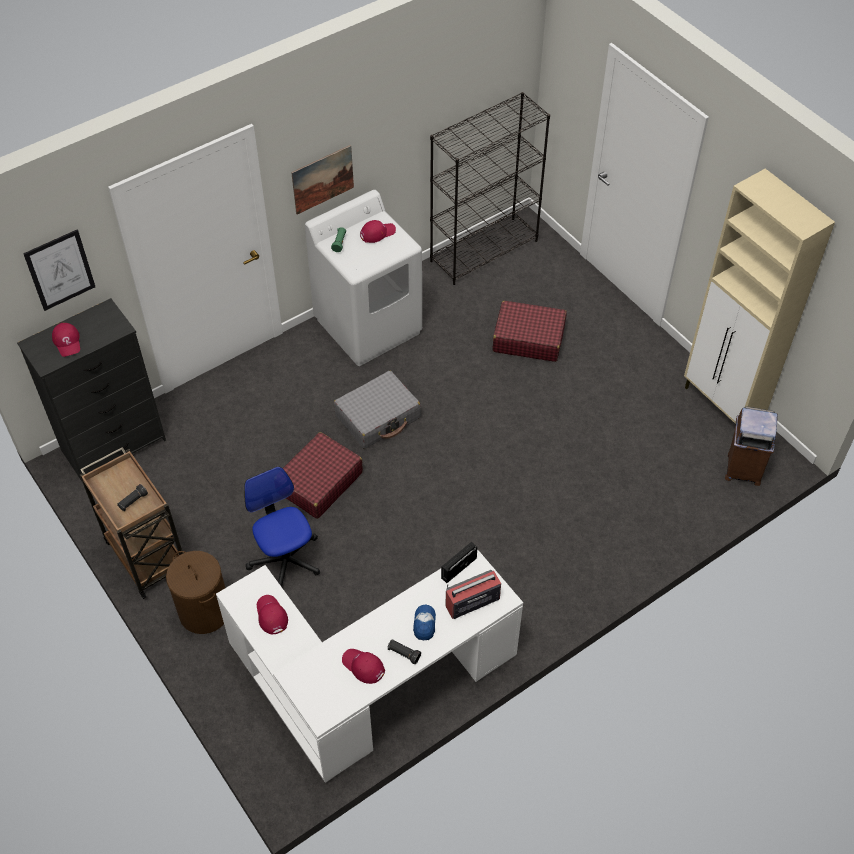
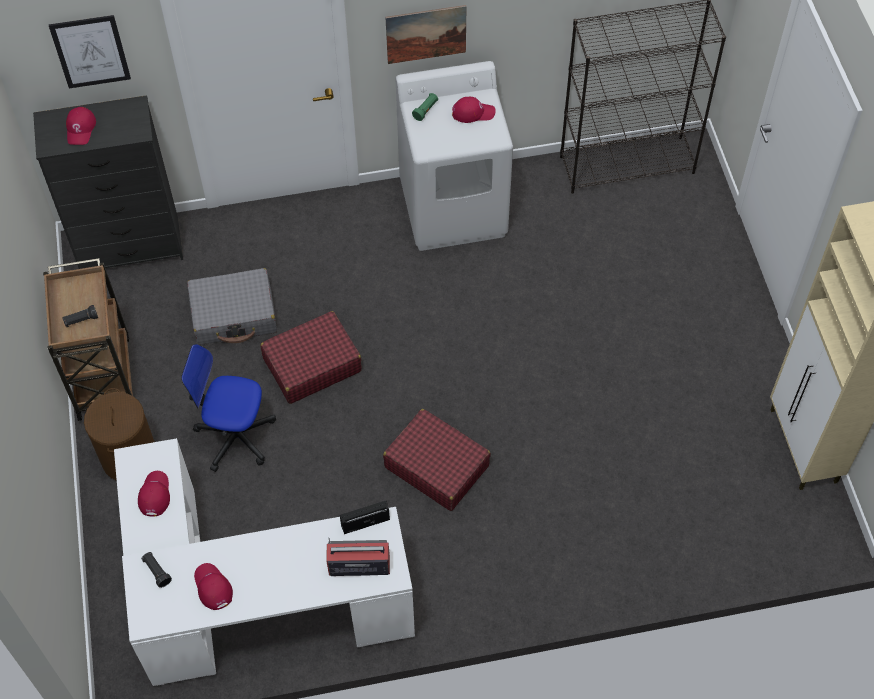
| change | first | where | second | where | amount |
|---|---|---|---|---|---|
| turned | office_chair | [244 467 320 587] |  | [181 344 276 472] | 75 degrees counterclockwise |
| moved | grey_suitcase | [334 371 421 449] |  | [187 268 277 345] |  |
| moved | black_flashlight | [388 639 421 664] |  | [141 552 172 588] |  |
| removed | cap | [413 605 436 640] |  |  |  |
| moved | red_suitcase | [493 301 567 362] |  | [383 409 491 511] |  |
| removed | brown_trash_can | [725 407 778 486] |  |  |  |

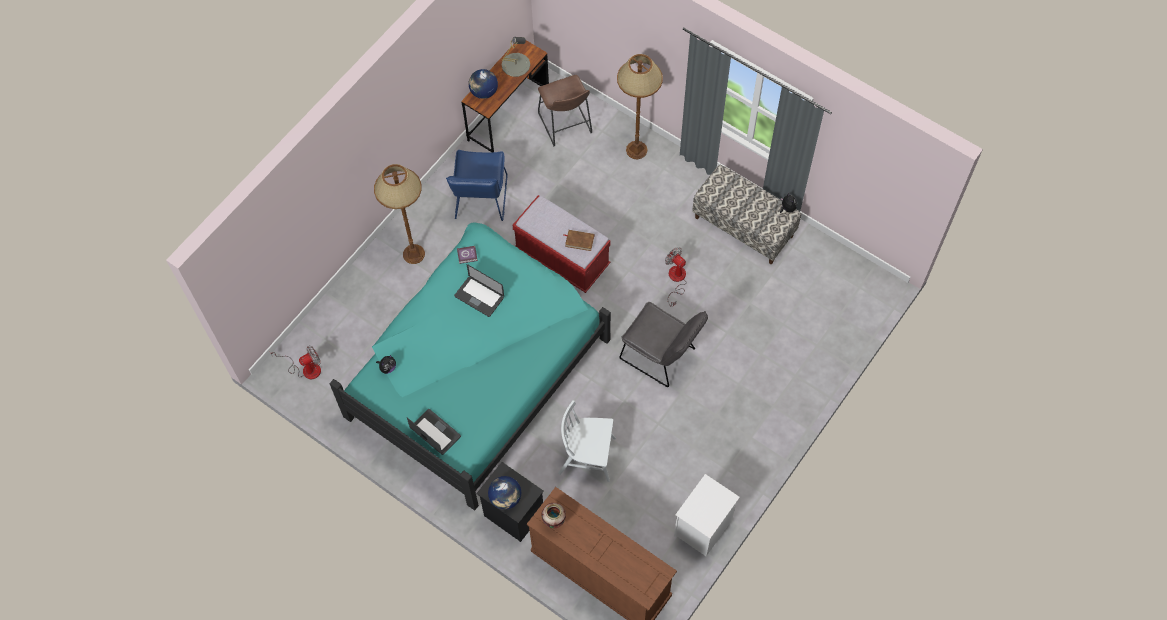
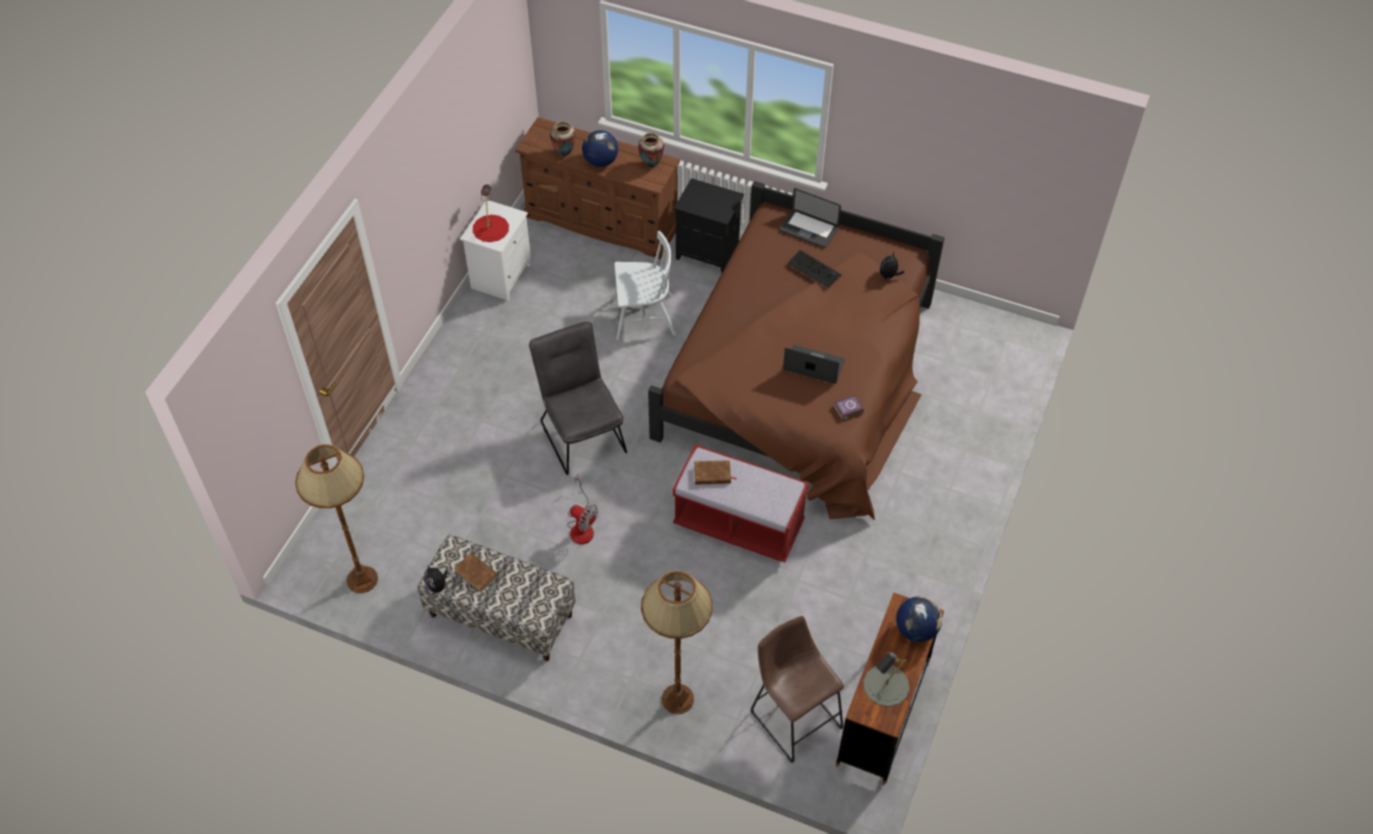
| change | first | where | second | where | amount |
|---|---|---|---|---|---|
| removed | fan | [270 346 321 379] |  |  |  |
| recoloured | turquoise_bed | [329 222 611 510] | brown_bed | [648 181 945 520] |  |
| moved | brown_floor_lamp | [374 164 425 264] |  | [295 444 378 593] |  |
| removed | blue_chair | [446 150 508 221] |  |  |  |
| moved | globe | [488 476 521 510] |  | [582 130 618 167] |  |
| turned | grey_chair | [620 302 708 387] |  | [529 322 627 475] | 45 degrees clockwise |
| added |  |  | brown_book | [454 553 498 593] |  |
| added |  |  | red_table_lamp | [473 184 509 242] |  |
| added |  |  | vase | [550 121 576 156] |  |
| added |  |  | keyboard | [788 250 842 288] |  |

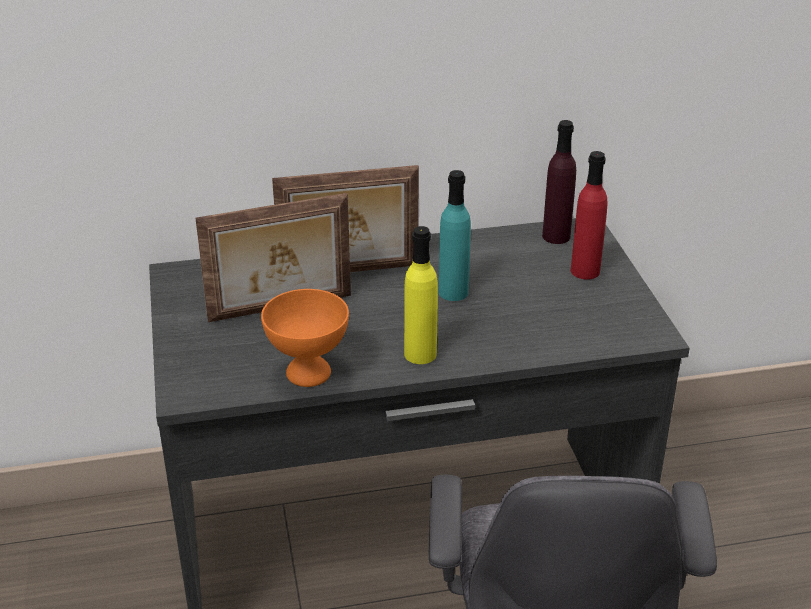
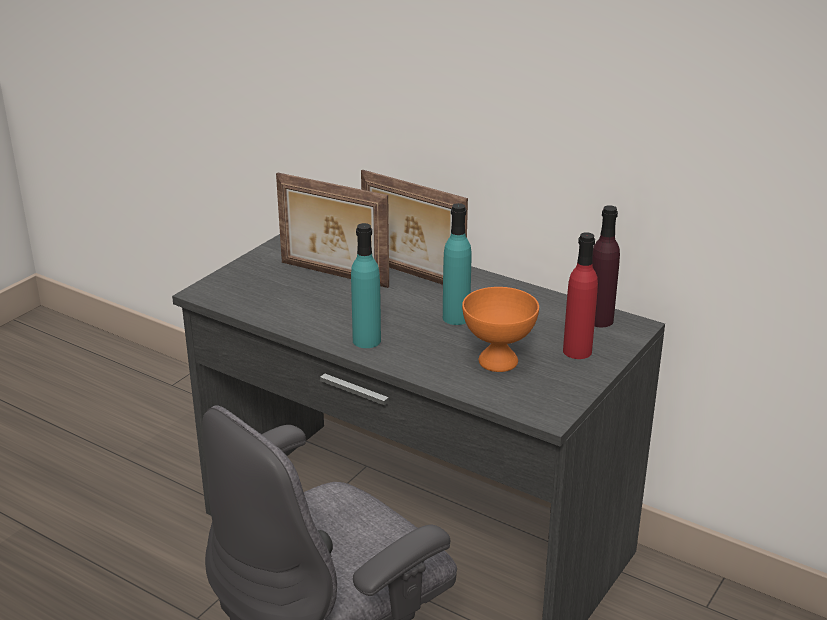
| change | first | where | second | where | amount |
|---|---|---|---|---|---|
| moved | orange_bowl | [261 289 349 387] |  | [462 287 539 372] |  |
| recoloured | yellow_bottle | [404 226 438 364] | turquoise_bottle | [351 223 381 348] |  |

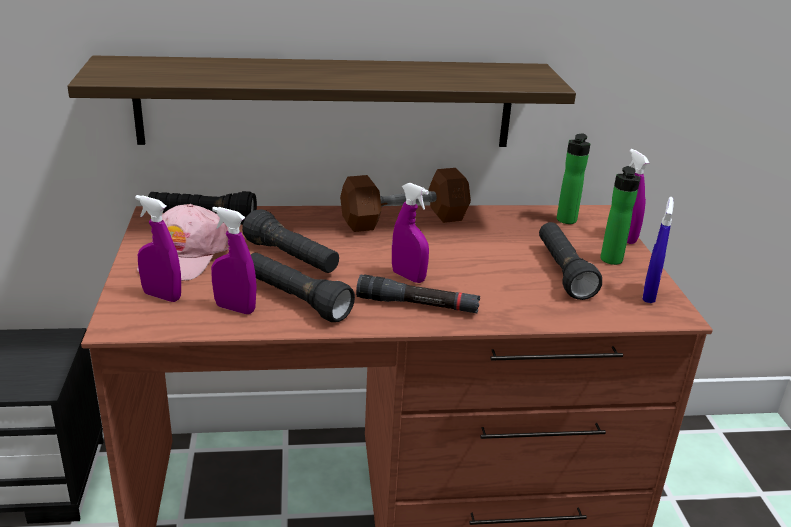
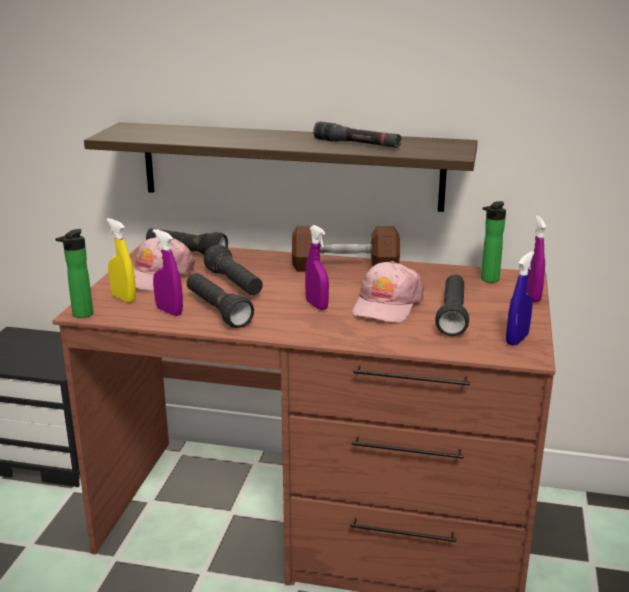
| change | first | where | second | where | amount |
|---|---|---|---|---|---|
| recoloured | purple_spray_bottle | [135 195 181 302] | yellow_spray_bottle | [107 218 136 303] |  |
| moved | black_flashlight | [356 275 480 313] |  | [313 121 402 148] |  |
| moved | bottle | [600 166 640 265] |  | [55 229 93 318] |  |
| added |  |  | pink_cap | [352 261 424 323] |  |

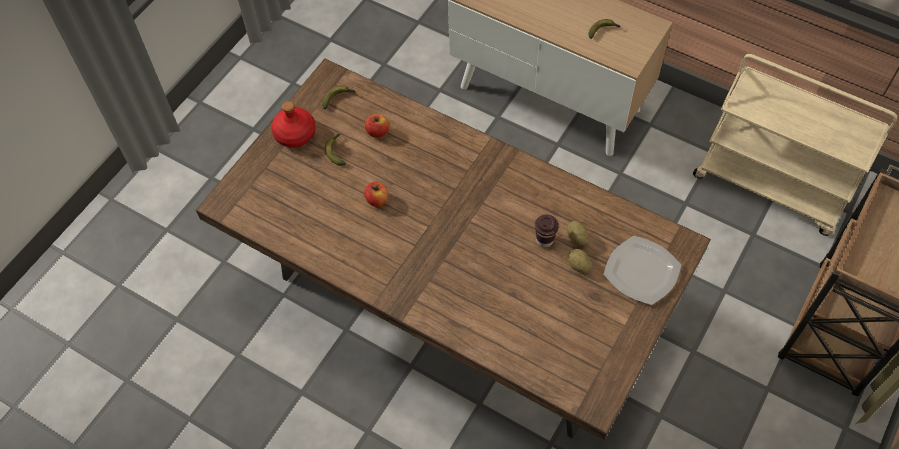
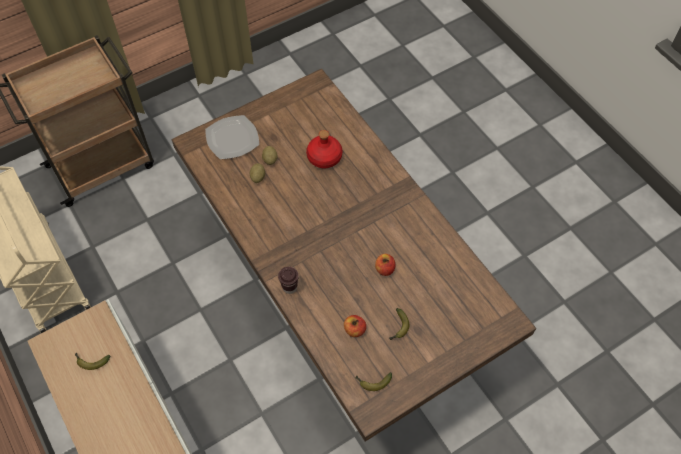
| change | first | where | second | where | amount |
|---|---|---|---|---|---|
| moved | red_bottle | [271 101 316 148] |  | [306 130 342 168] |  |
| moved | brown_cup | [535 215 559 248] |  | [278 267 299 294] |  |

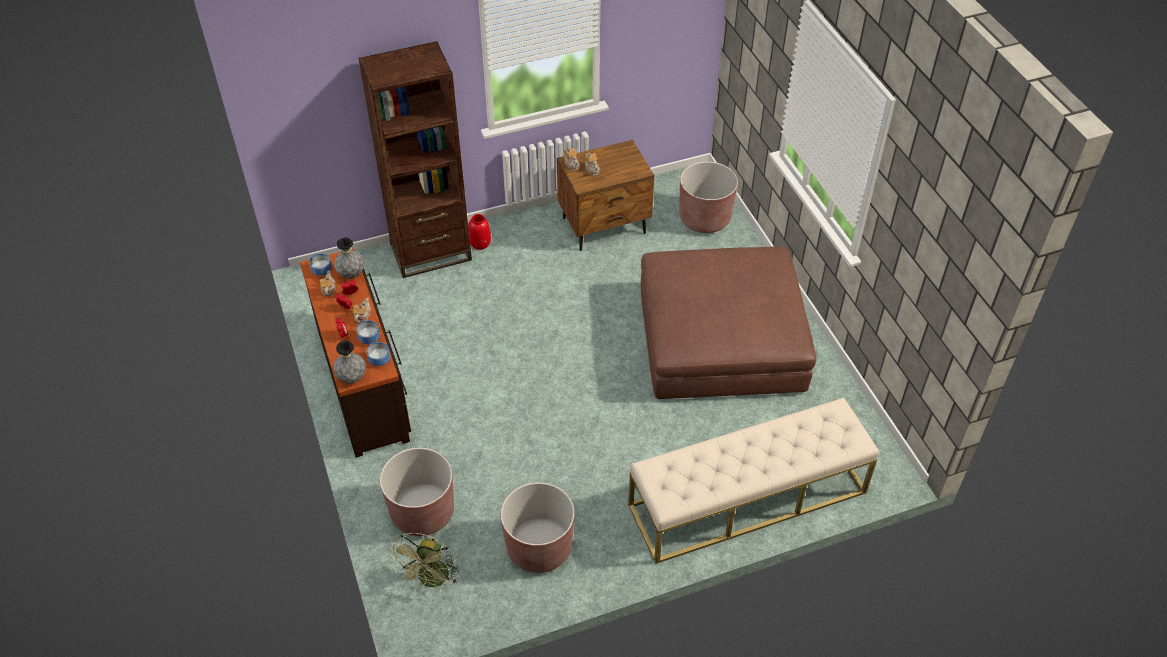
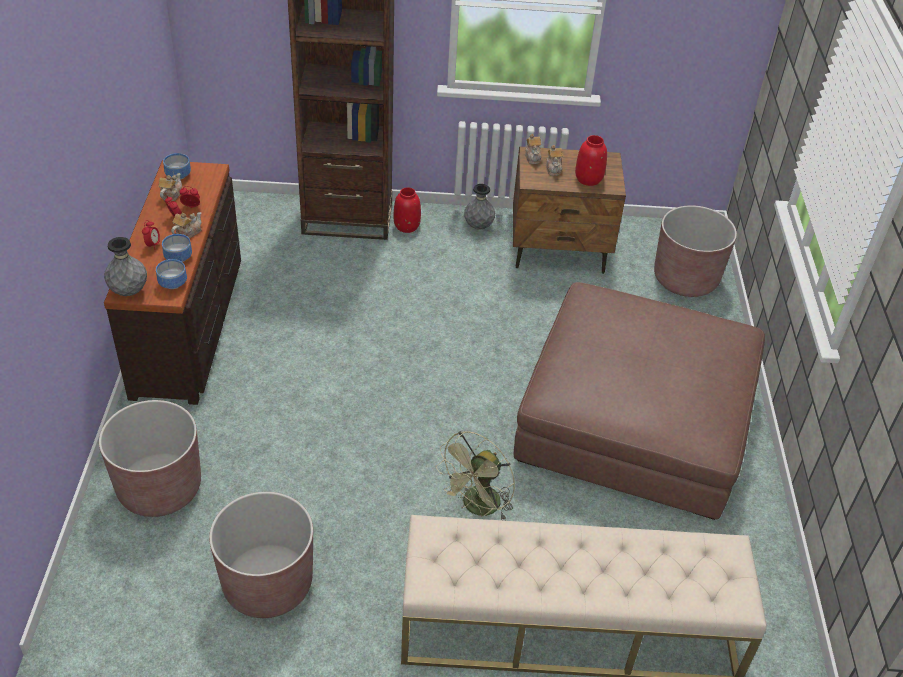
| change | first | where | second | where | amount |
|---|---|---|---|---|---|
| moved | grey_vase | [334 237 364 279] |  | [464 184 495 230] |  |
| moved | green_fan | [390 533 459 590] |  | [436 431 515 521] |  |
| added |  |  | red_vase | [575 135 607 186] |  |

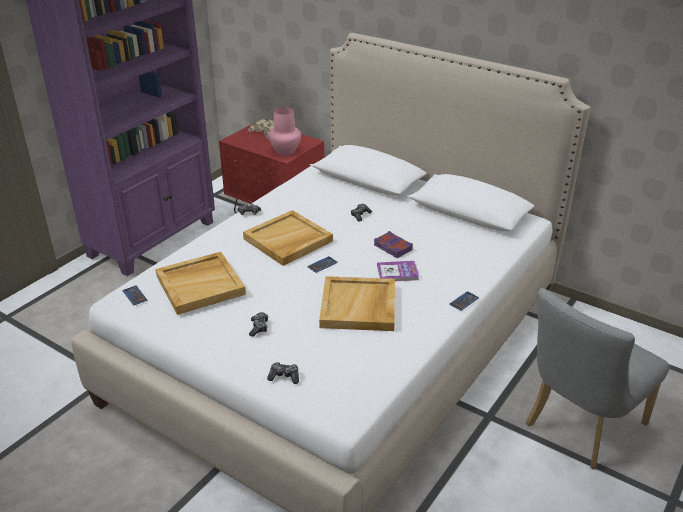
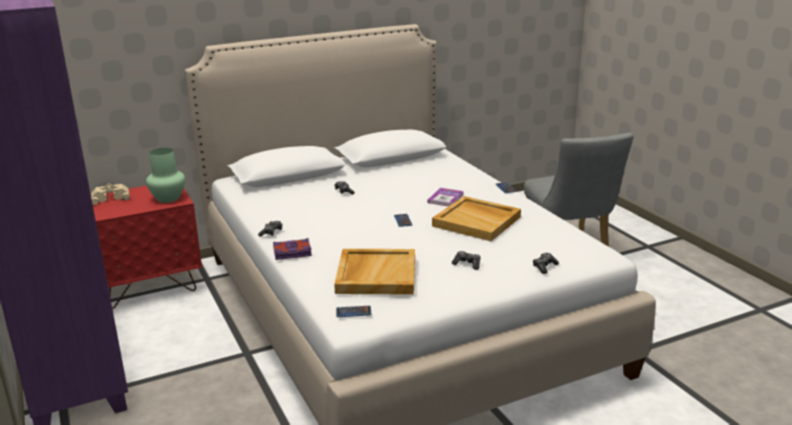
| change | first | where | second | where | amount |
|---|---|---|---|---|---|
| removed | beige_tray | [243 210 333 266] |  |  |  |
| recoloured | pink_vase | [268 107 301 155] | green_vase | [146 148 185 203] |  |
| moved | purple_book | [374 231 413 258] |  | [273 238 312 260] |  |

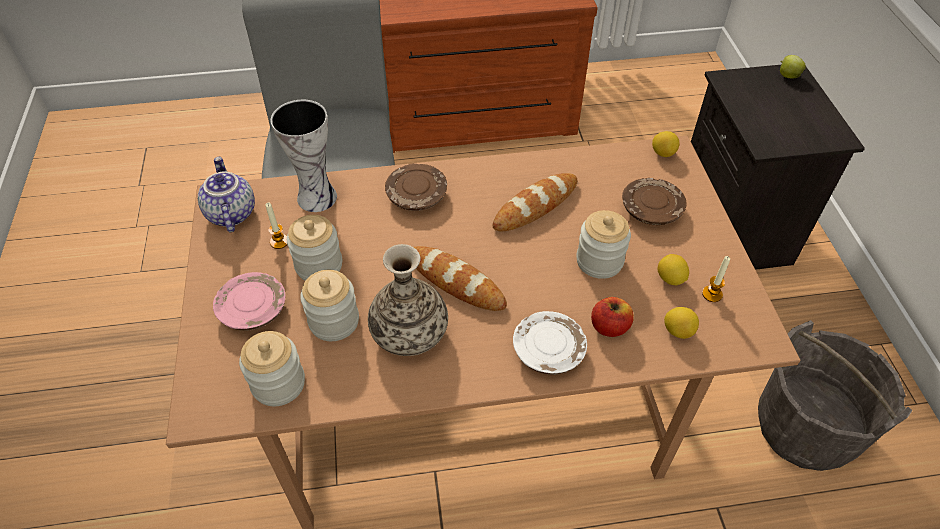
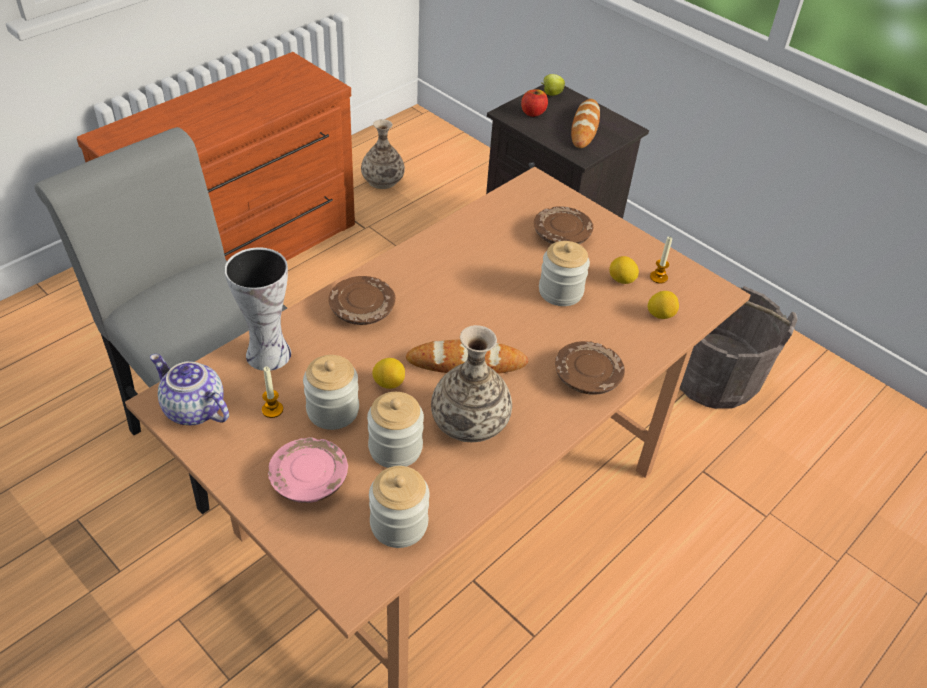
| change | first | where | second | where | amount |
|---|---|---|---|---|---|
| moved | bread | [493 173 577 231] |  | [571 99 600 148] |  |
| recoloured | white_plate | [513 311 587 375] | brown_plate | [555 341 625 395] |  |
| moved | apple | [591 297 634 337] |  | [521 89 548 117] |  |
| moved | lemon | [652 131 680 157] |  | [372 358 405 389] |  |
| added |  |  | vase | [361 119 405 189] |  |

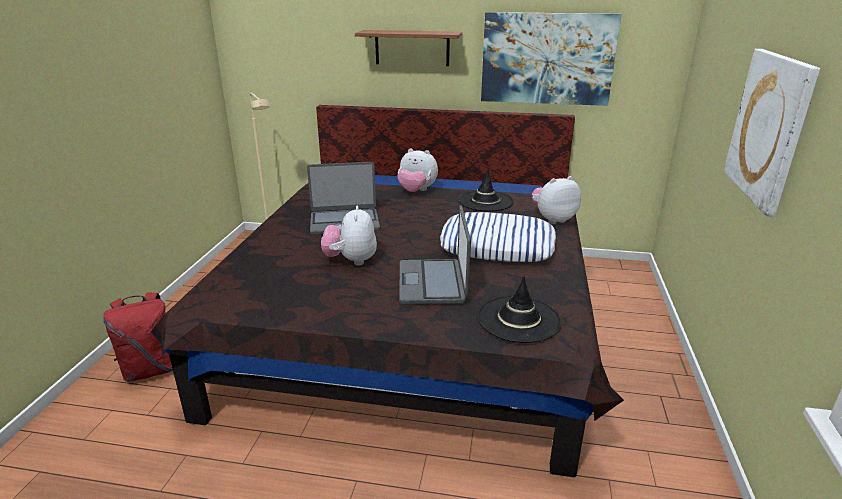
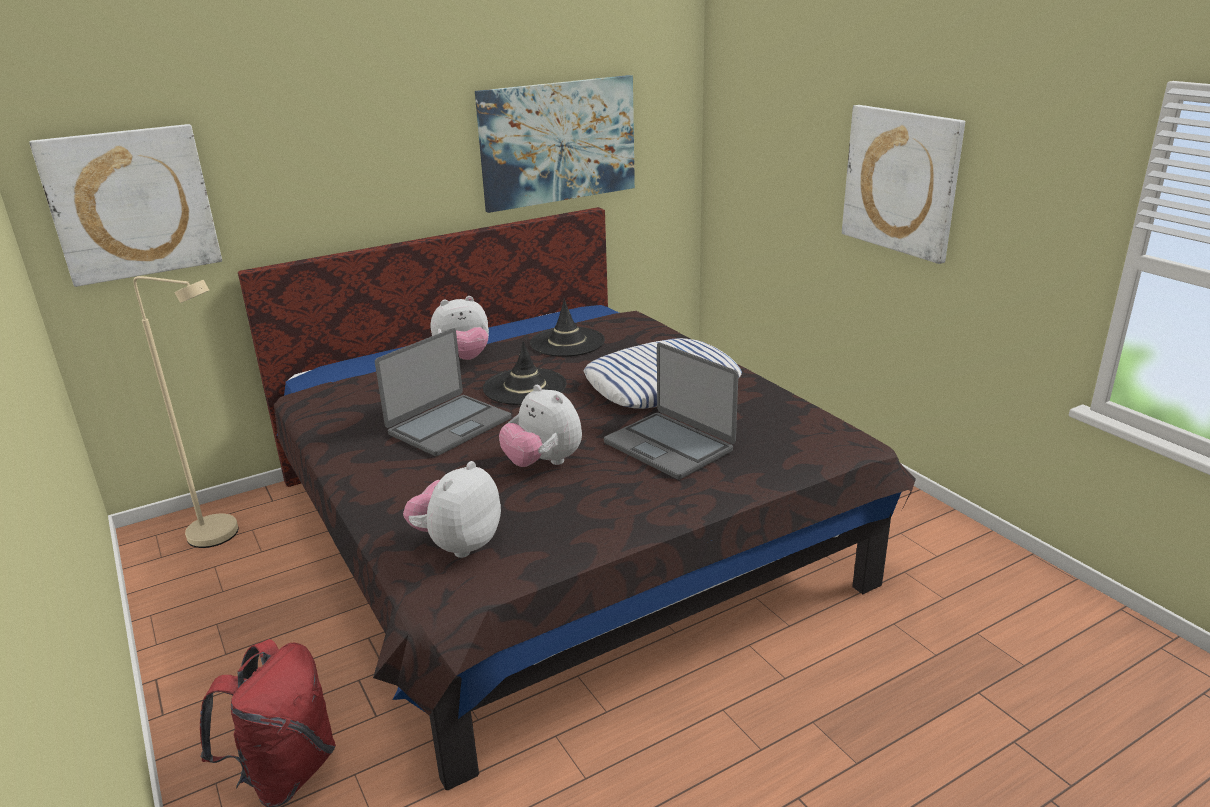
| change | first | where | second | where | amount |
|---|---|---|---|---|---|
| removed | brown_shelf | [355 30 462 66] |  |  |  |
| moved | black_hat | [477 276 562 343] |  | [483 341 567 405] |  |
| moved | plush_toy | [532 176 581 224] |  | [403 461 501 558] |  |
| added |  |  | picture | [29 124 222 287] |  |

